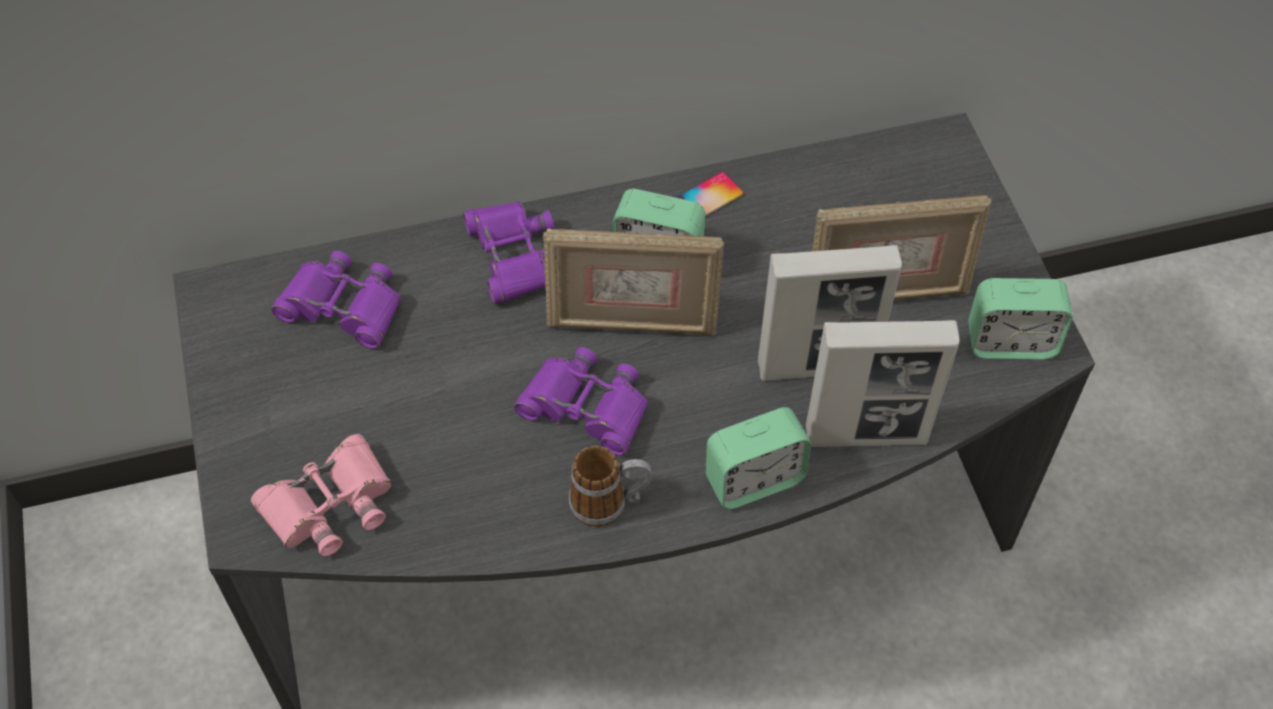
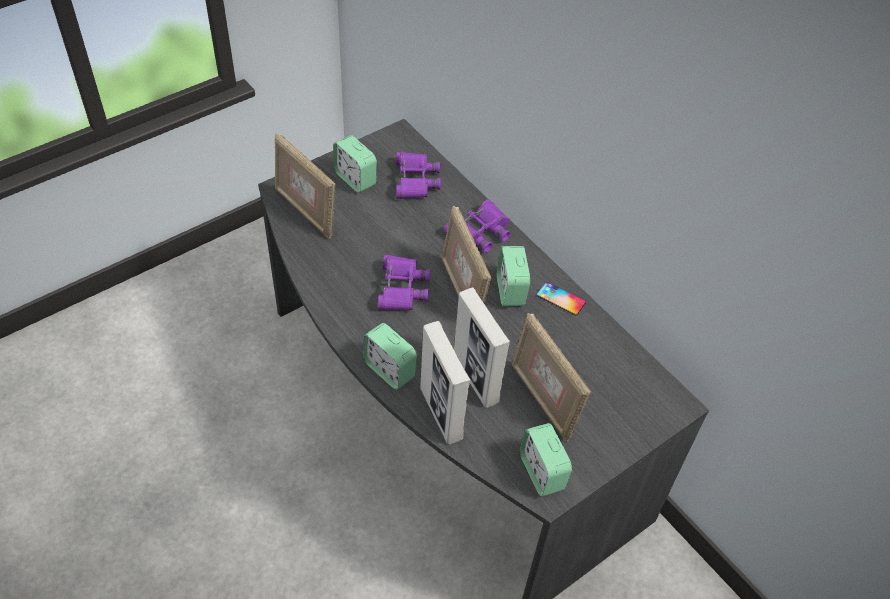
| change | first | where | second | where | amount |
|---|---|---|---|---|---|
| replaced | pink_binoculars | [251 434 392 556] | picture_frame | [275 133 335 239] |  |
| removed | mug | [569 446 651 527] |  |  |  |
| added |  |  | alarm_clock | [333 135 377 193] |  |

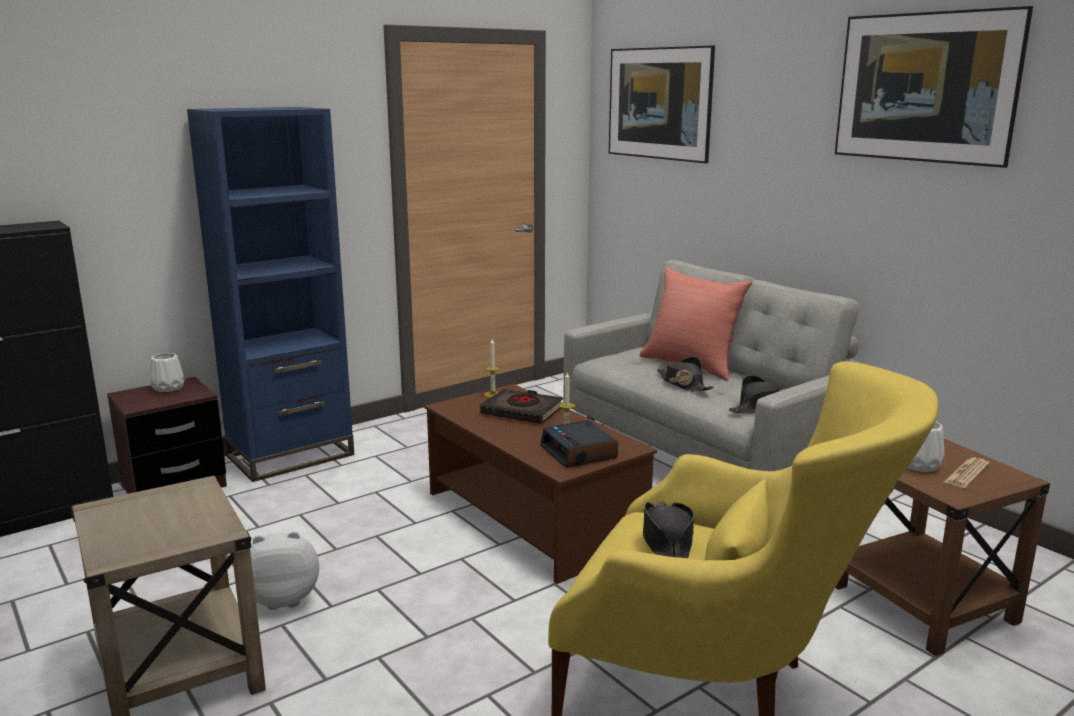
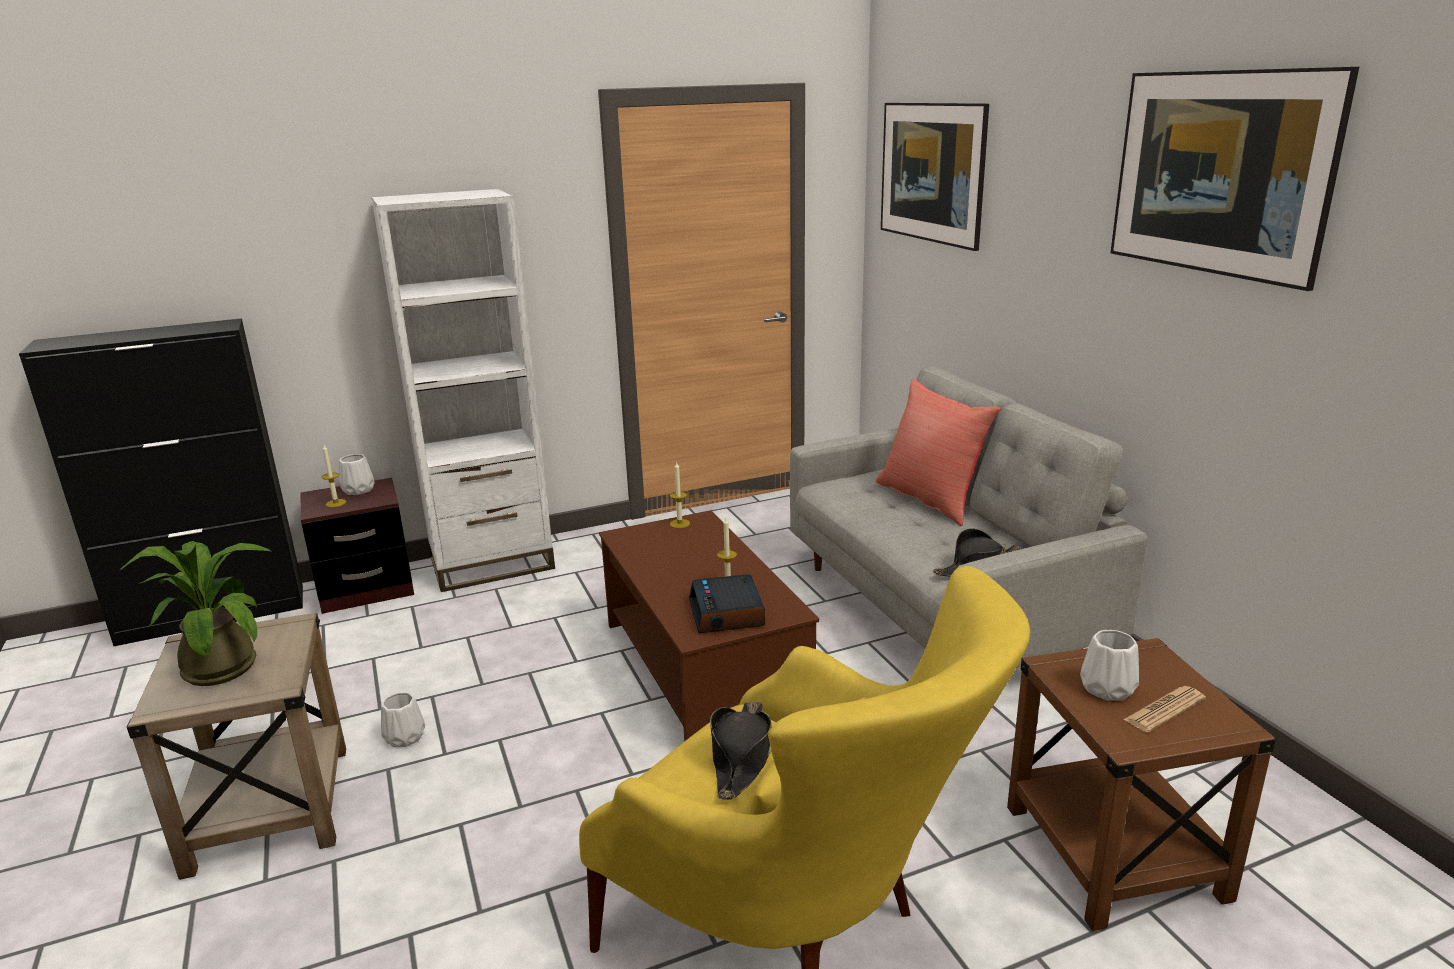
| change | first | where | second | where | amount |
|---|---|---|---|---|---|
| recoloured | blue_bookcase | [187 107 354 482] | white_bookcase | [371 189 555 592] |  |
| replaced | plush_toy | [250 531 319 610] | white_vase | [381 692 425 747] |  |
| removed | black_book | [480 389 563 424] |  |  |  |
| removed | black_hat | [657 357 714 392] |  |  |  |
| added |  |  | potted_plant | [119 541 271 686] |  |
| added |  |  | candle | [321 445 346 507] |  |

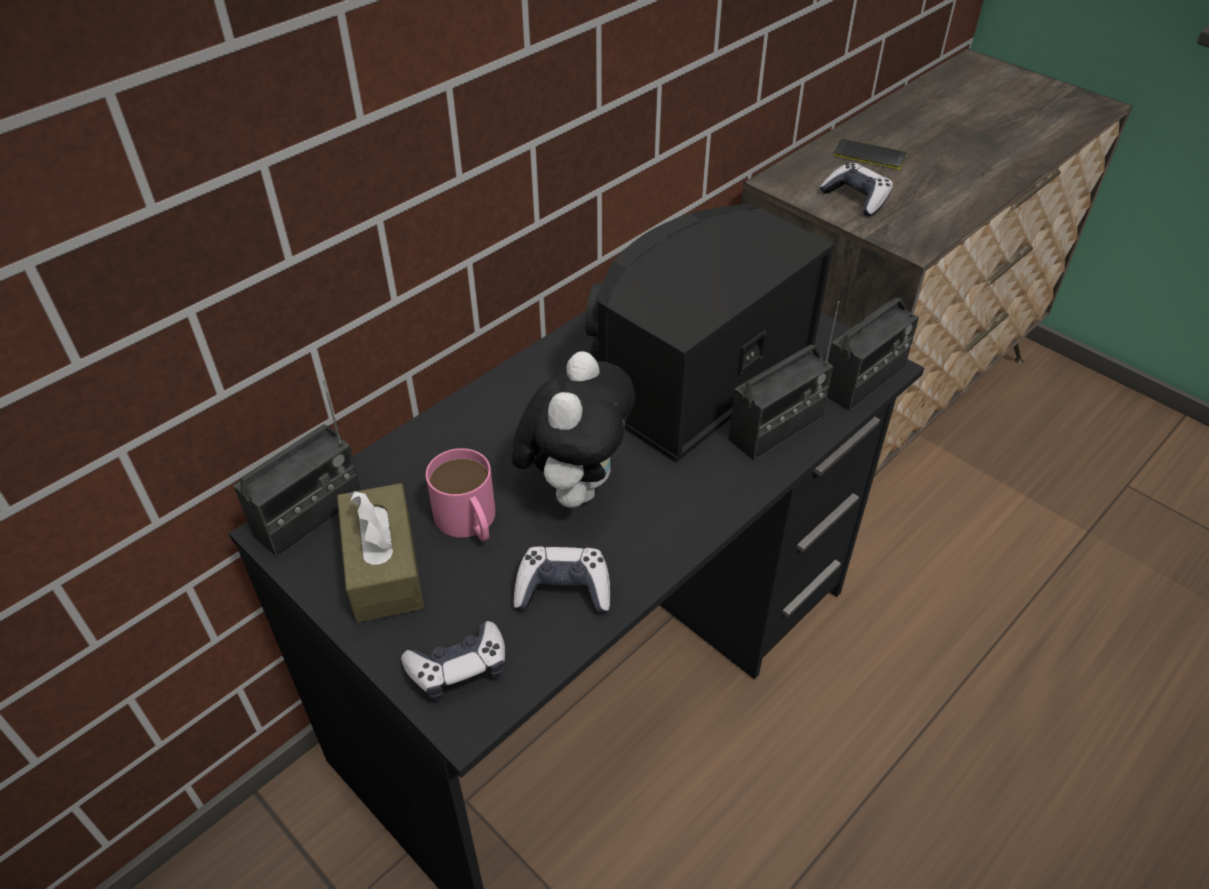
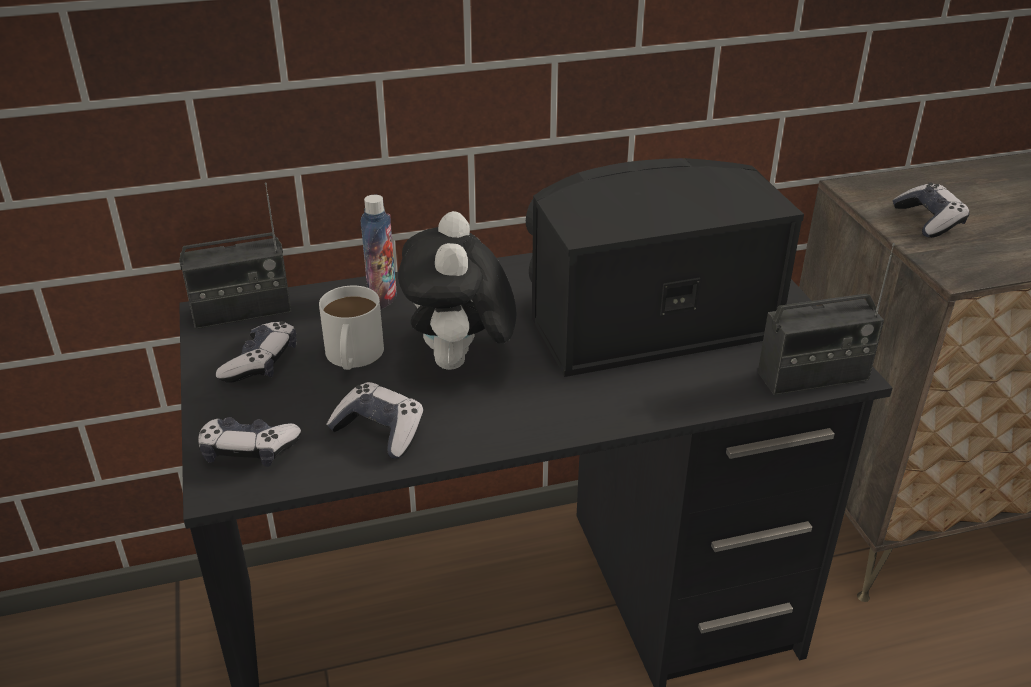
| change | first | where | second | where | amount |
|---|---|---|---|---|---|
| replaced | brown_tissue_box | [337 483 424 623] | game_controller | [216 321 296 382] |  |
| recoloured | pink_mug | [426 448 496 541] | white_mug | [319 286 384 370] |  |
| turned | plush_toy | [511 351 635 508] |  | [398 211 517 370] | 135 degrees clockwise |
| removed | radio | [728 301 840 460] |  |  |  |
| removed | phone | [834 139 907 170] |  |  |  |
| added |  |  | bottle | [361 195 397 309] |  |

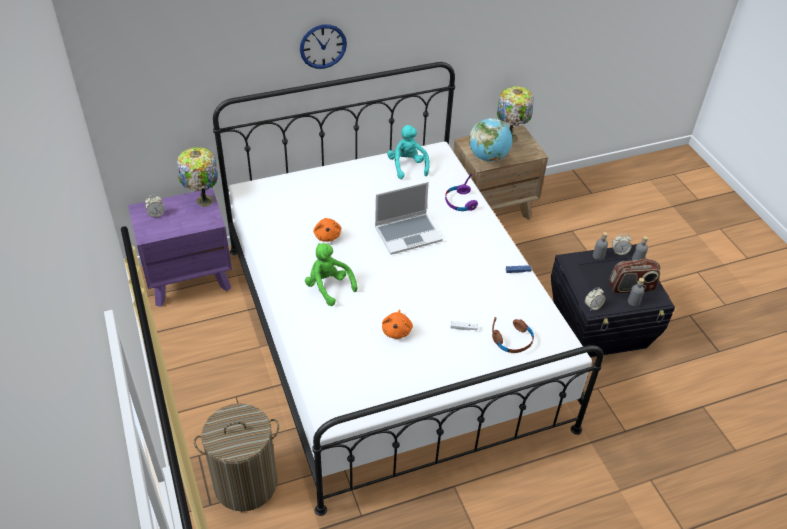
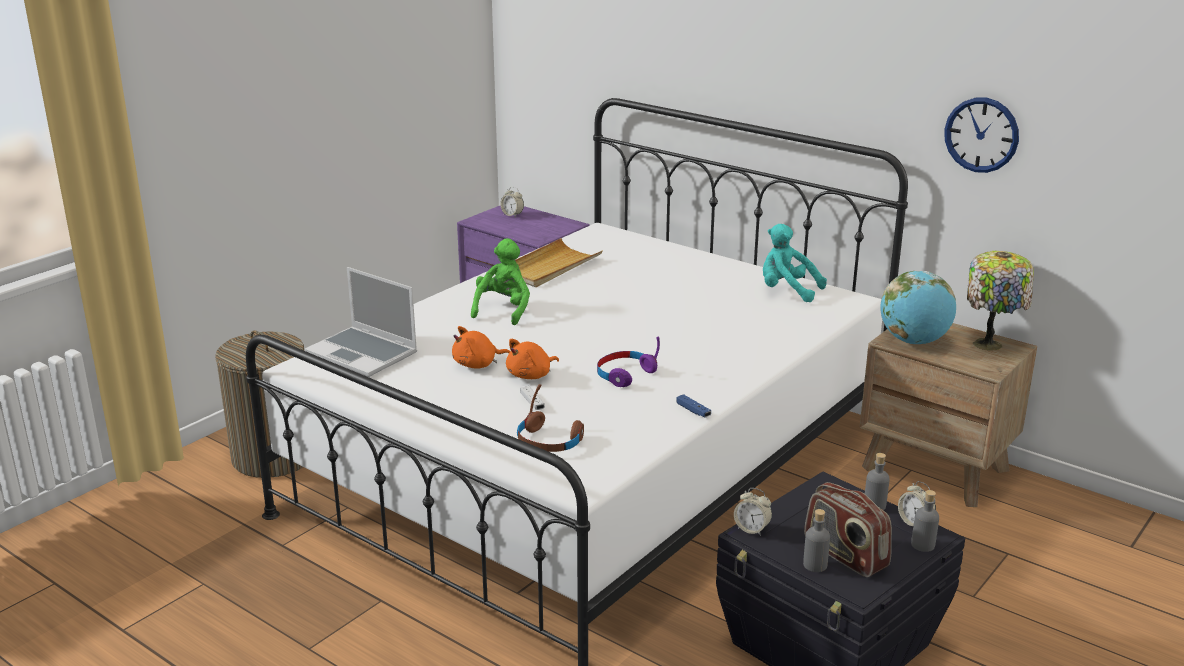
| change | first | where | second | where | amount |
|---|---|---|---|---|---|
| removed | table_lamp | [177 147 218 207] |  |  |  |
| moved | wall_clock | [300 24 347 69] |  | [944 98 1019 173] |  |
| moved | orange_plush_toy | [313 218 341 242] |  | [506 339 559 379] |  |
| moved | laptop | [375 182 443 255] |  | [304 267 417 377] |  |
| turned | turquoise_plush_toy | [387 125 430 179] |  | [763 224 827 302] | 105 degrees counterclockwise |
| moved | purple_headphones | [445 174 478 211] |  | [597 337 660 387] |  |
| added |  |  | beige_tray | [516 238 602 287] |  |

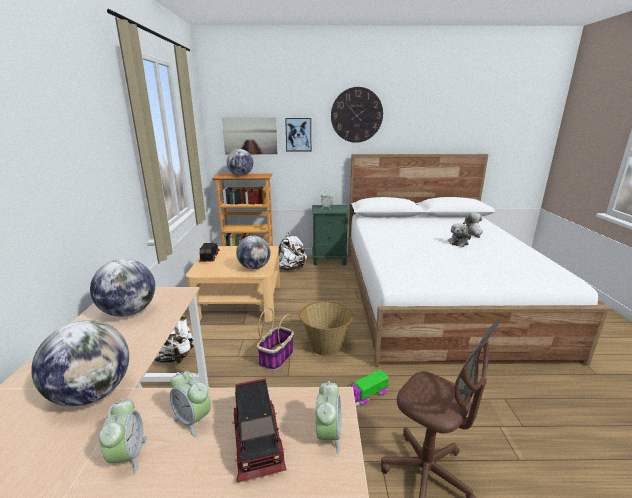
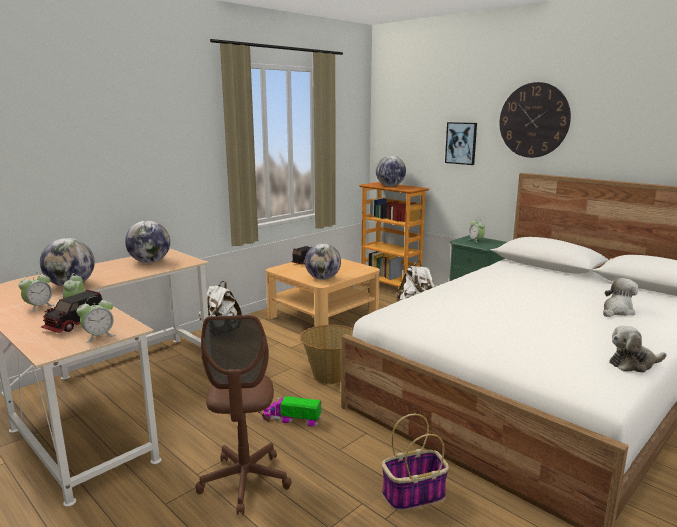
| change | first | where | second | where | amount |
|---|---|---|---|---|---|
| removed | picture | [222 117 277 154] |  |  |  |
| moved | basket | [257 308 294 370] |  | [382 414 449 511] |  |
| moved | plush_toy | [448 223 471 247] |  | [609 326 666 373] |  |

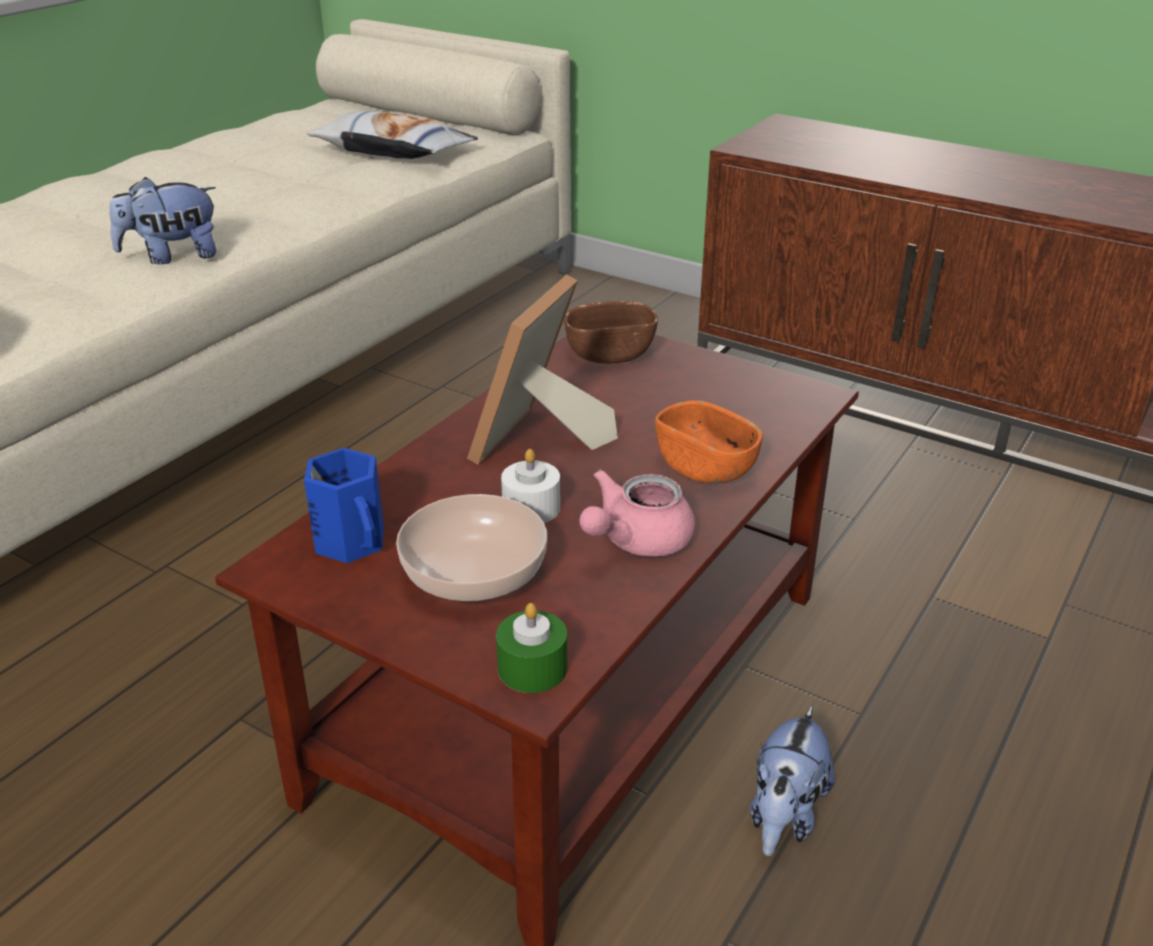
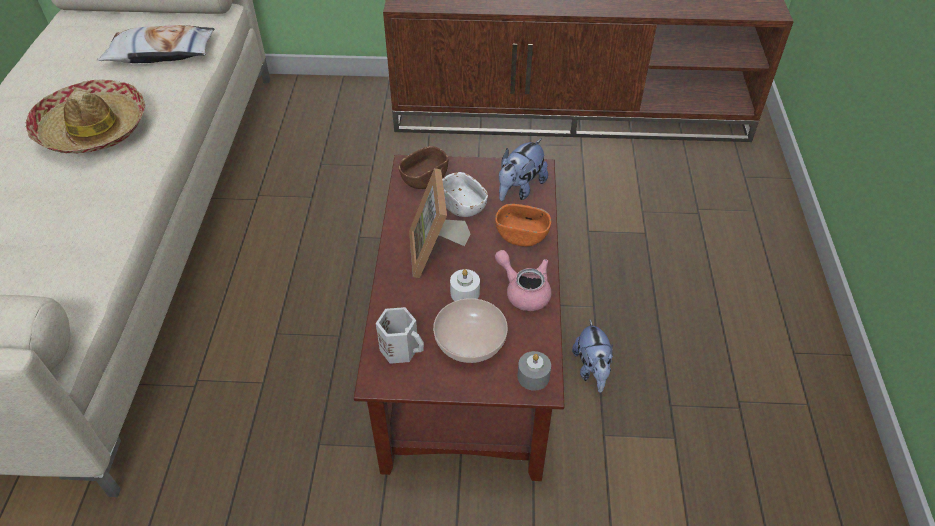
| change | first | where | second | where | amount |
|---|---|---|---|---|---|
| moved | plush_toy | [110 177 217 264] |  | [499 138 548 201] |  |
| recoloured | blue_mug | [304 448 384 563] | white_mug | [376 307 424 364] |  |
| recoloured | green_candle | [496 603 567 693] | grey_candle | [518 351 551 391] |  |
| turned | pink_teapot | [579 470 696 557] |  | [495 250 552 311] | 120 degrees clockwise |
| added |  |  | hat | [25 79 145 153] |  |
| added |  |  | white_bowl | [442 172 488 217] |  |

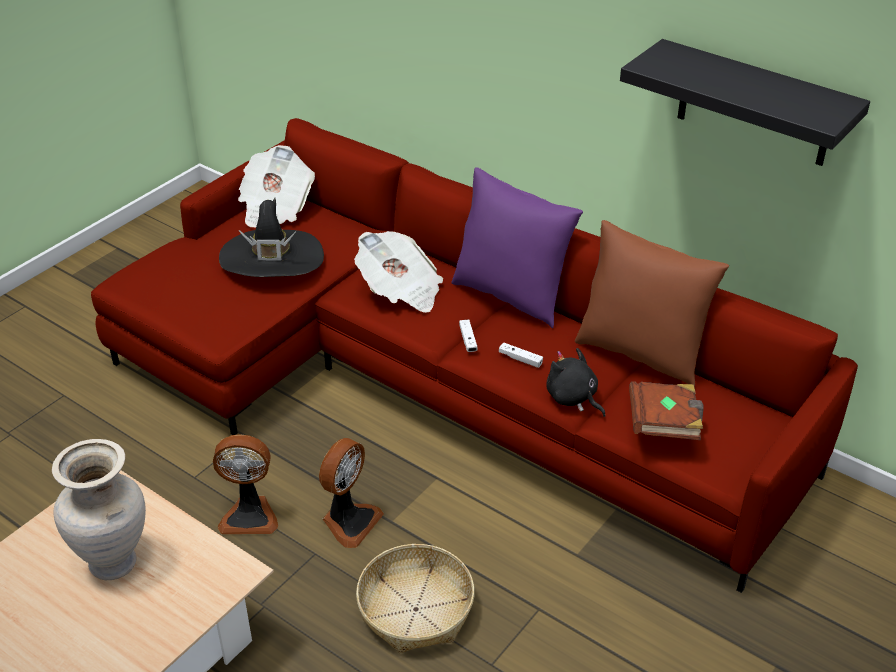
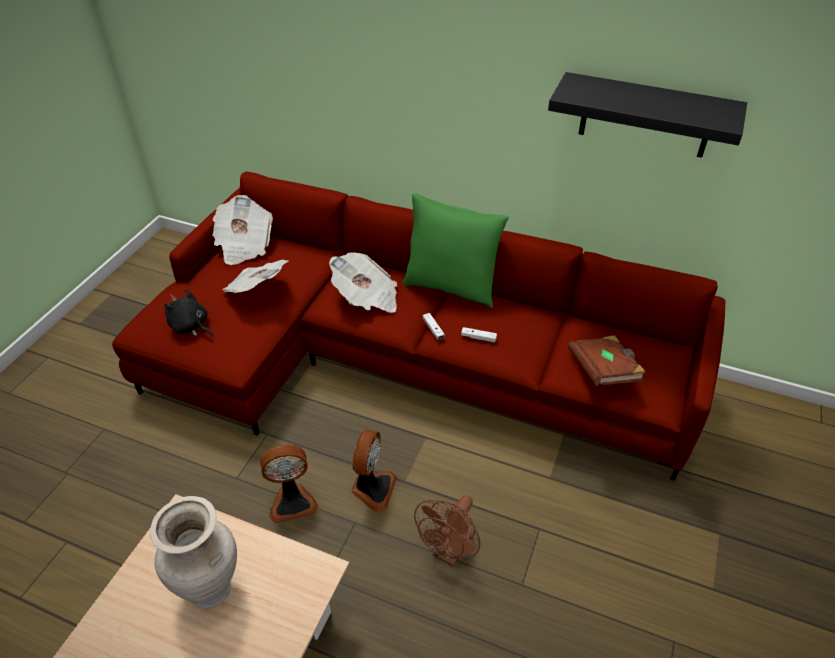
| change | first | where | second | where | amount |
|---|---|---|---|---|---|
| replaced | black_hat | [219 198 324 277] | newspaper | [222 260 288 293] |  |
| replaced | basket | [356 544 475 653] | brown_fan | [414 495 480 567] |  |
| recoloured | purple_pillow | [452 167 583 328] | green_pillow | [403 193 509 308] |  |
| moved | black_plush_toy | [546 348 605 417] |  | [165 290 213 337] |  |
| removed | brown_pillow | [575 220 729 387] |  |  |  |

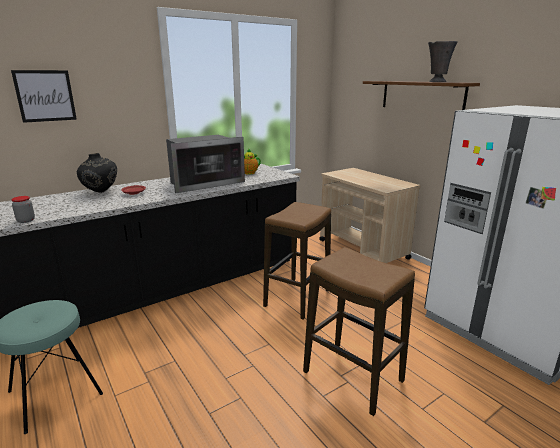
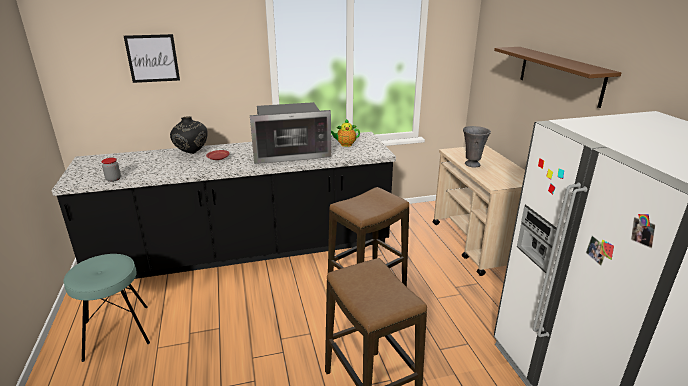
| change | first | where | second | where | amount |
|---|---|---|---|---|---|
| moved | grey_vase | [428 41 458 82] |  | [463 126 491 168] |  |

